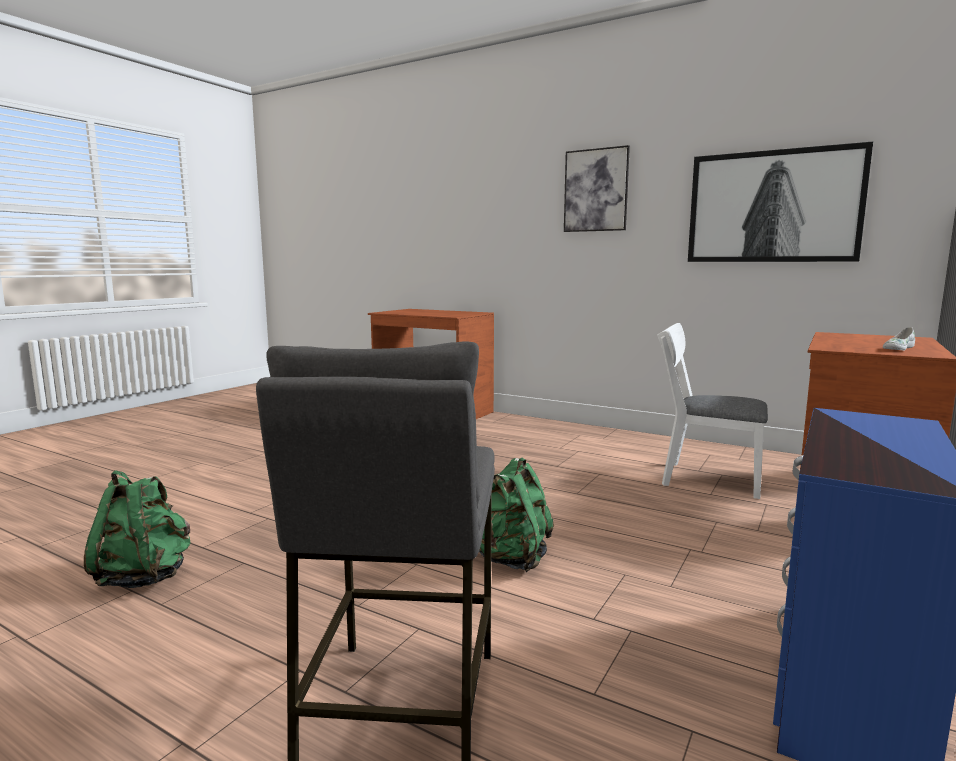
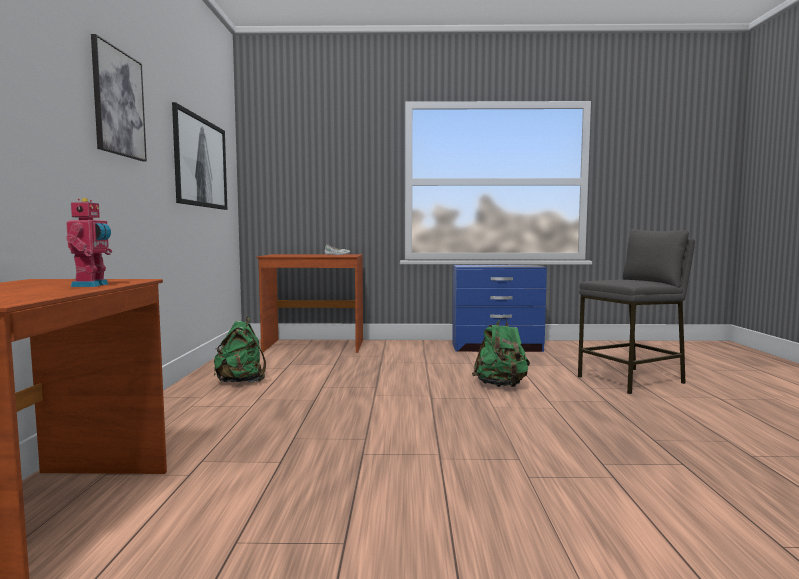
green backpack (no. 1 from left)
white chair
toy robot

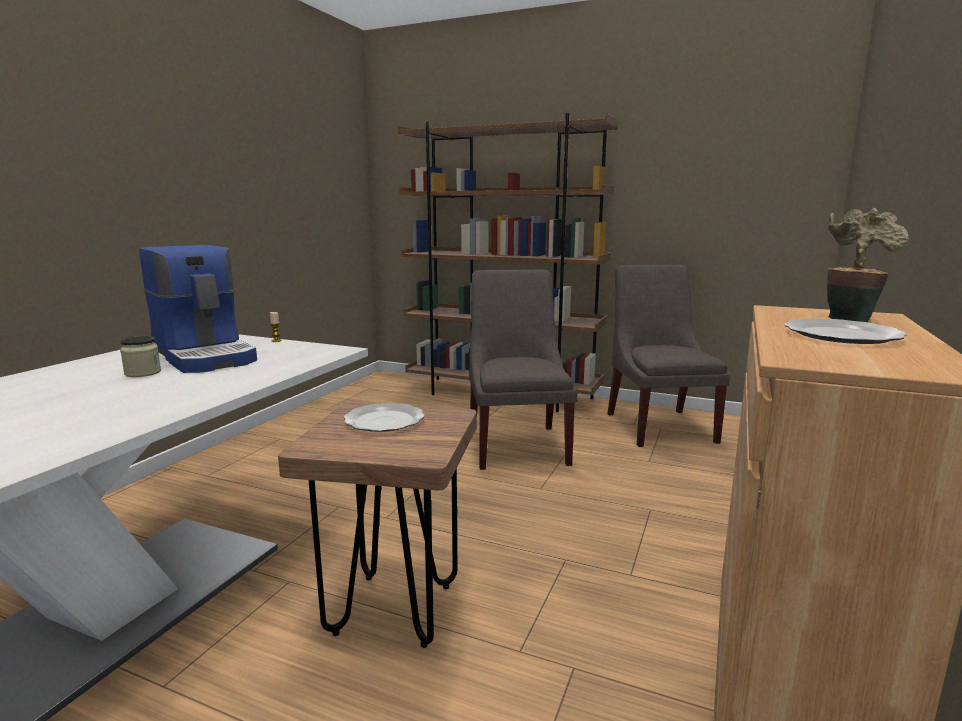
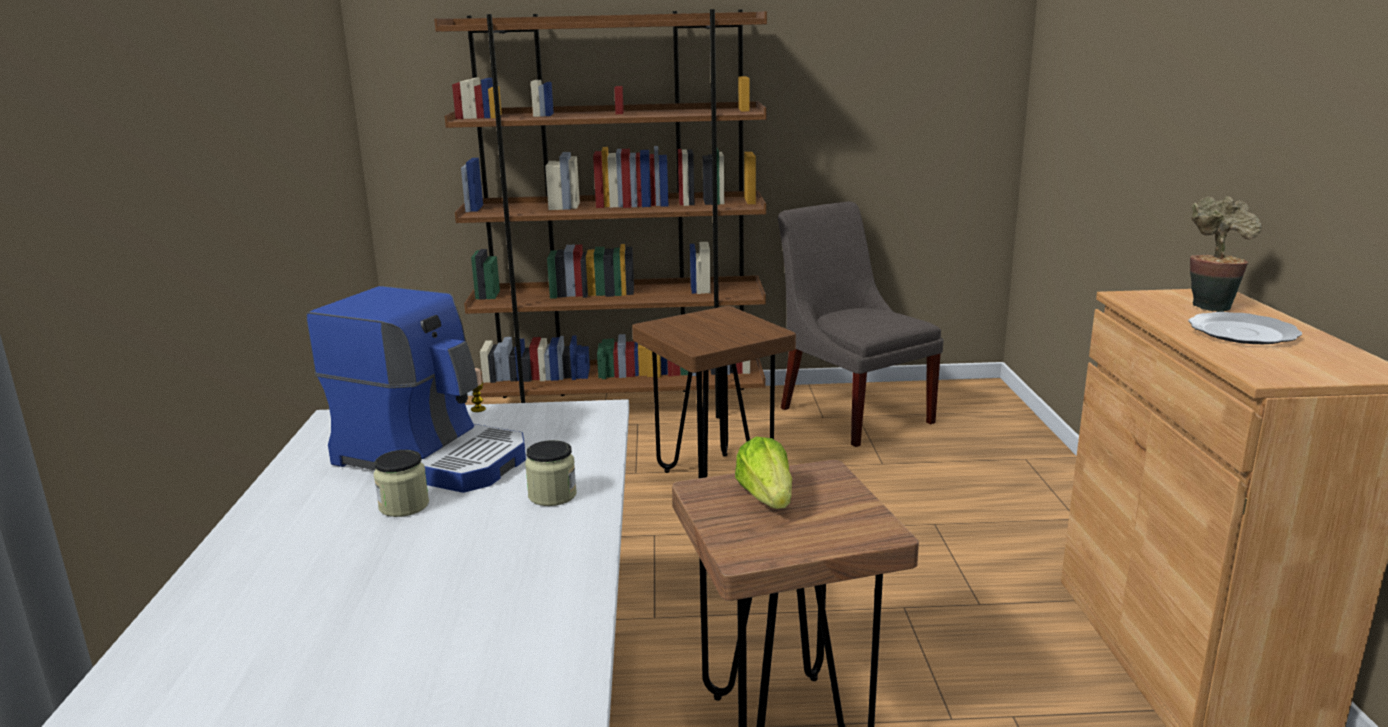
lettuce
brown stool (no. 1 from left)
jar (no. 2 from left)

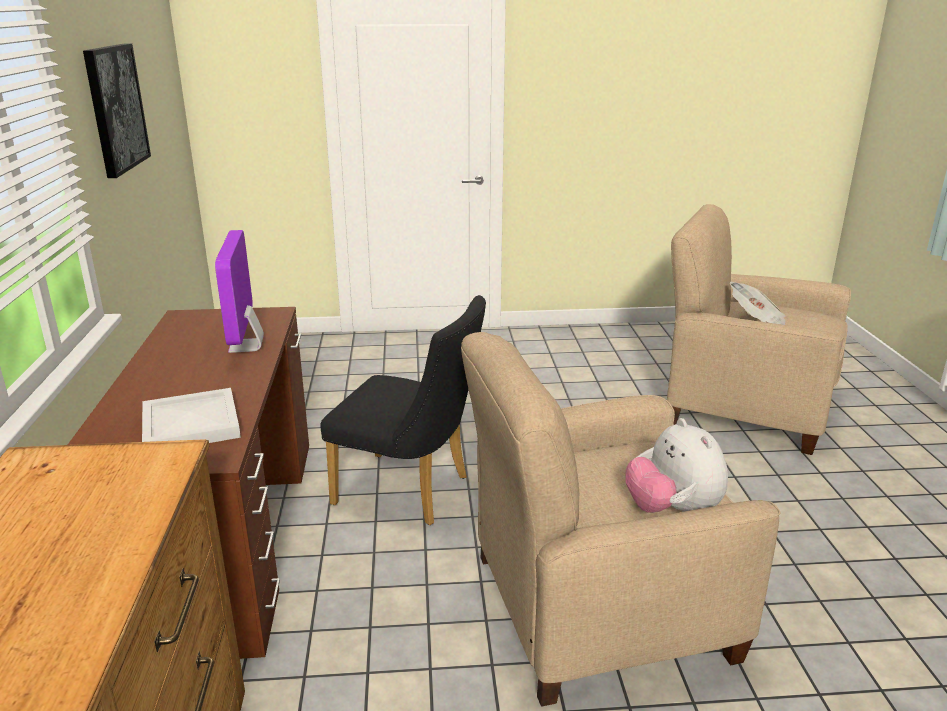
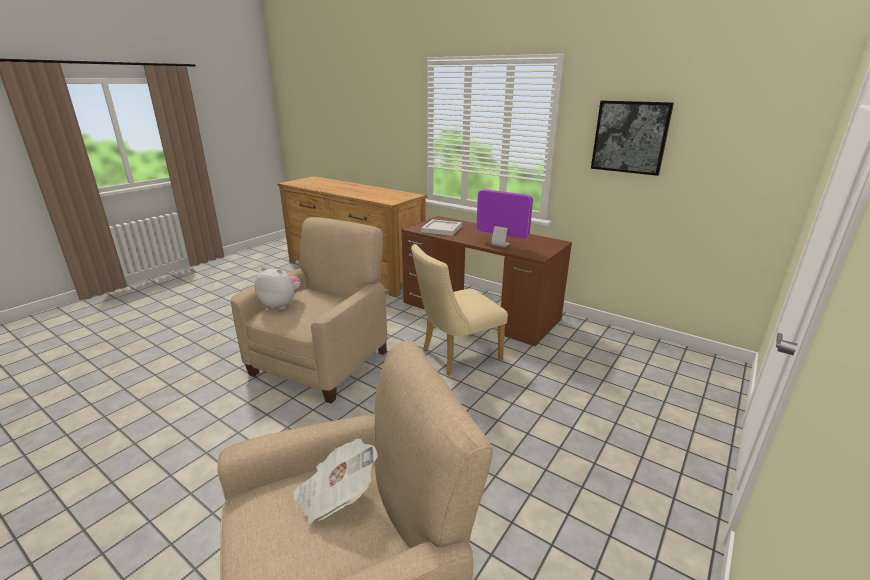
beige chair

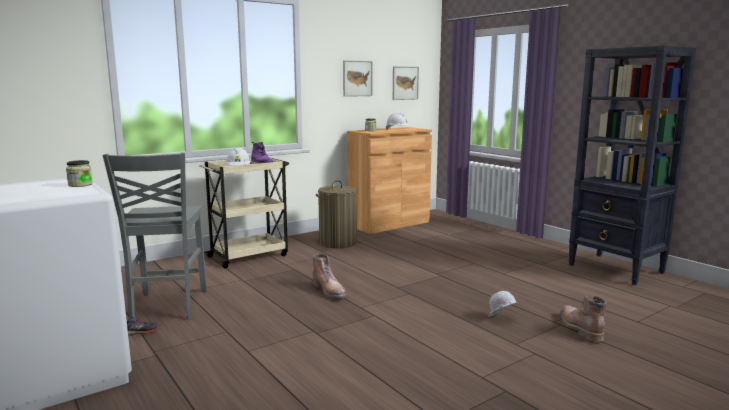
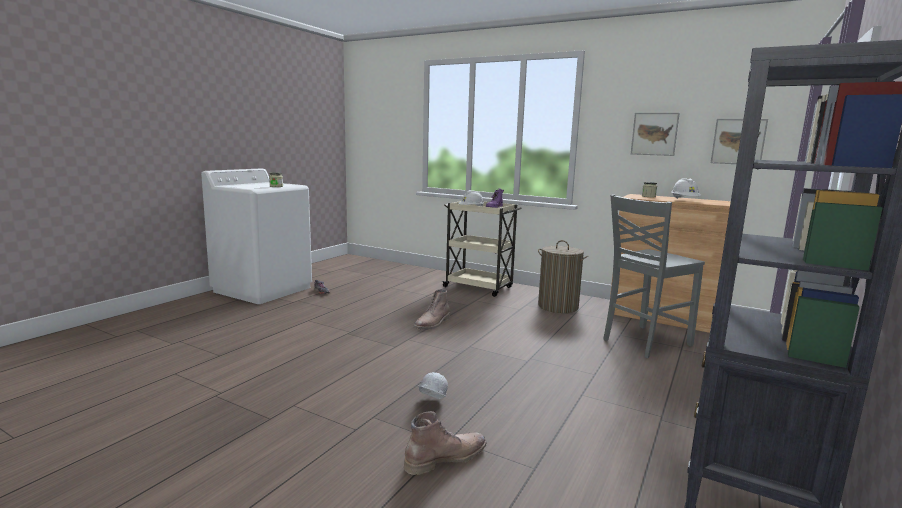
grey chair

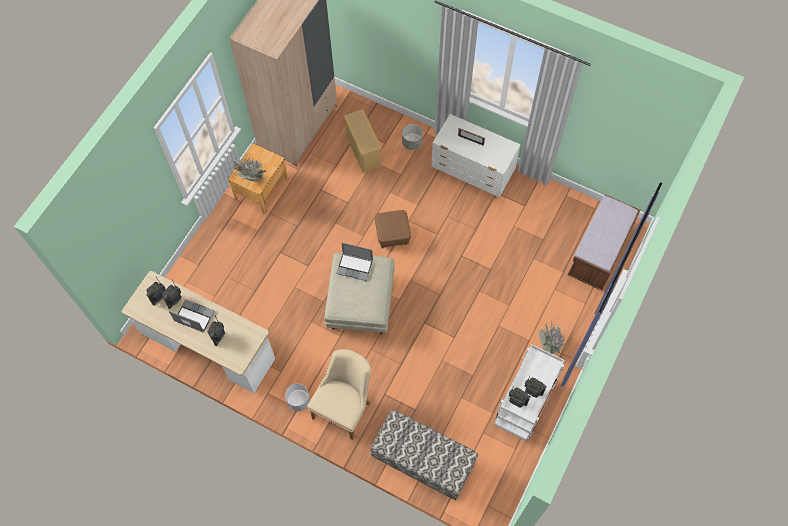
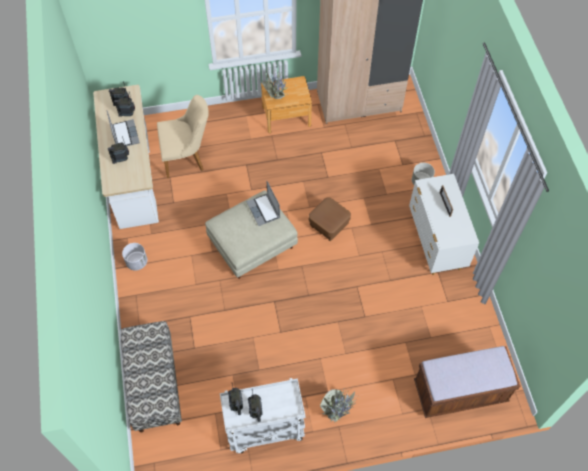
beige chair
beige storage box

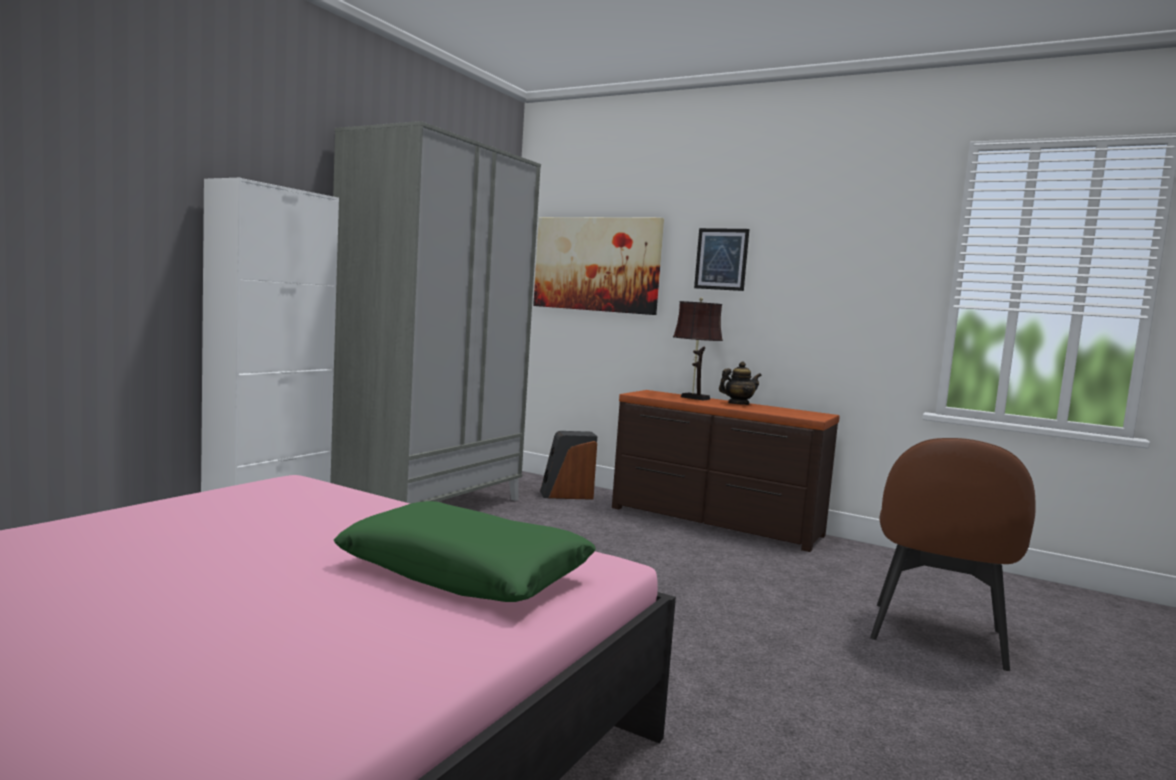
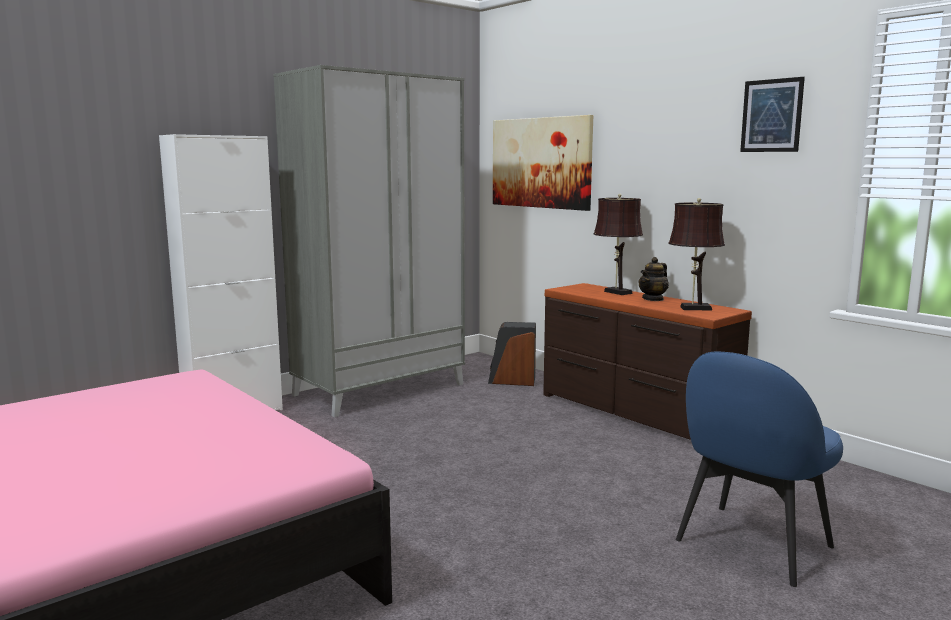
green pillow
picture (no. 2 from left)
teapot
blue chair
brown table lamp (no. 2 from left)

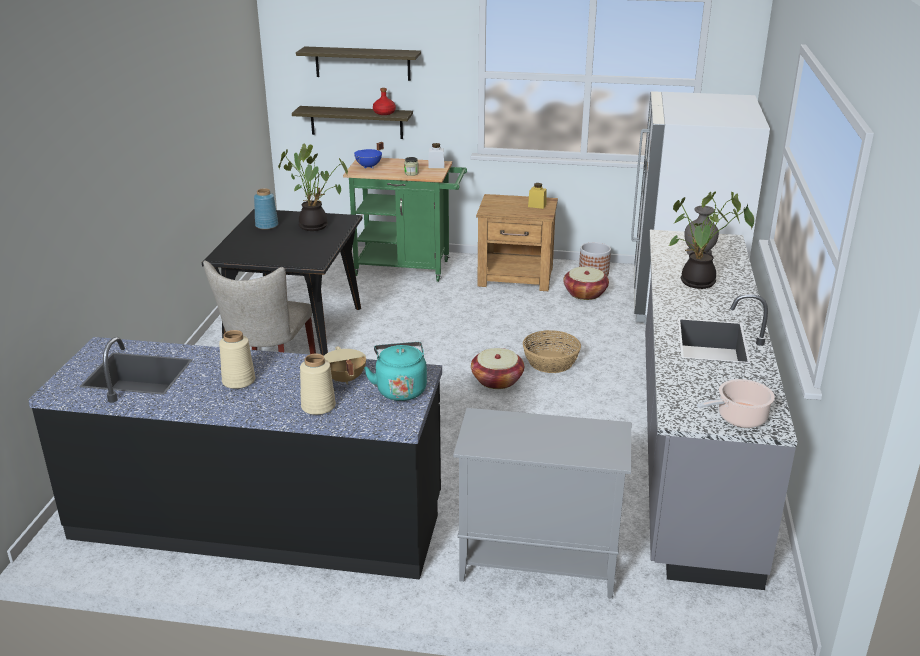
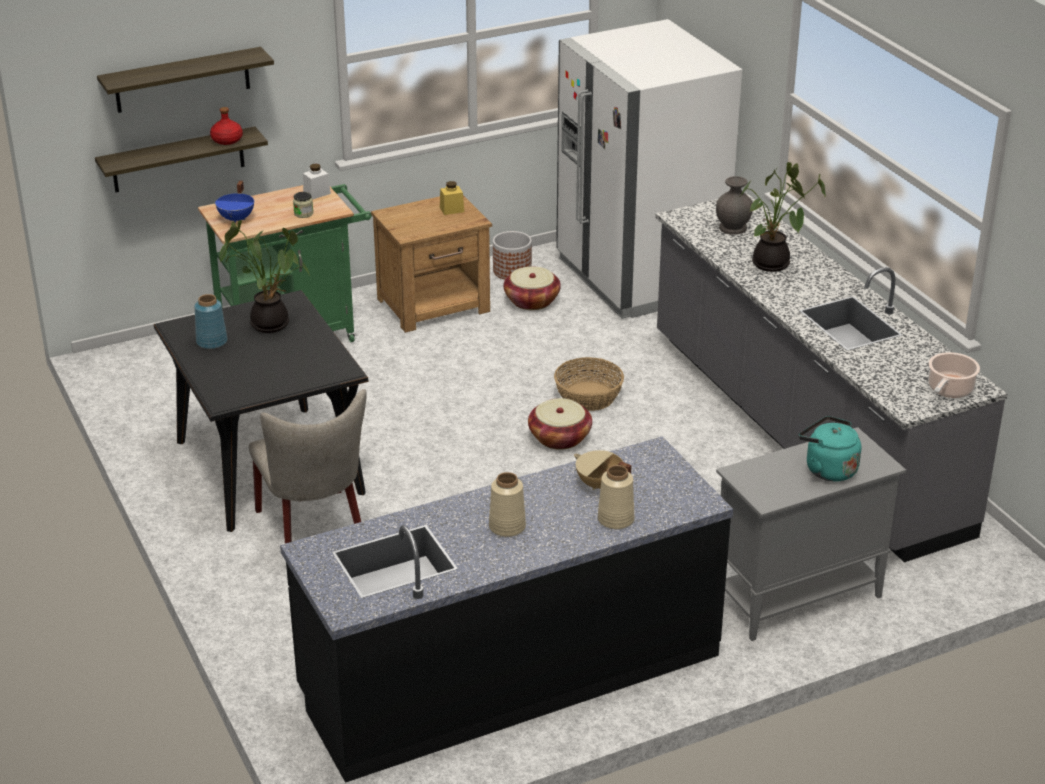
turquoise kettle

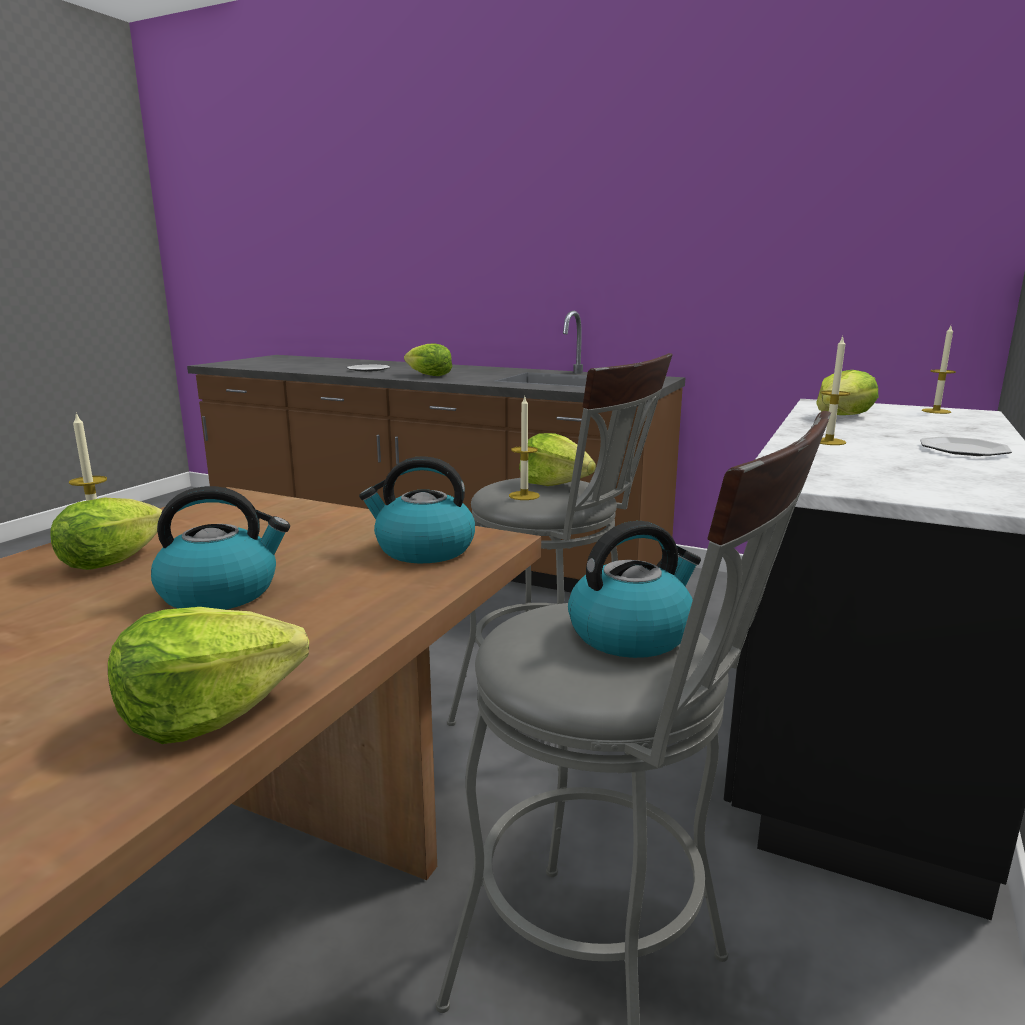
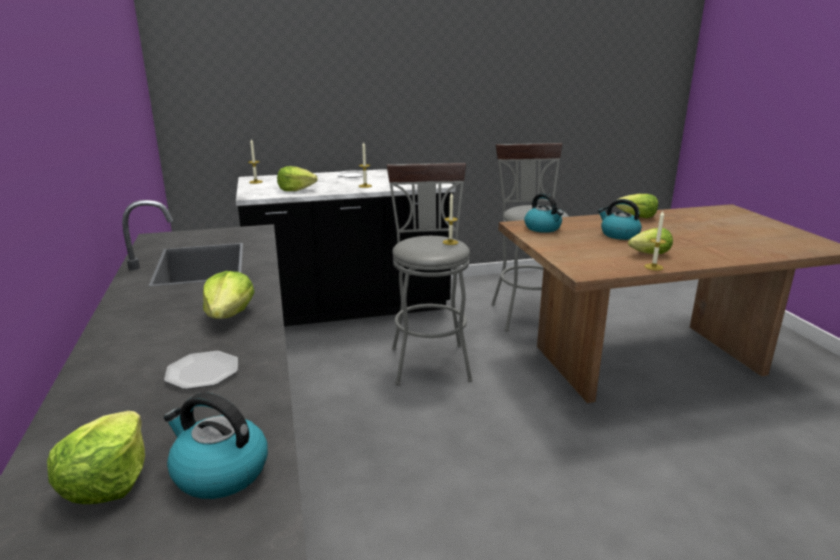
lettuce (no. 1 from left)
kettle (no. 1 from left)

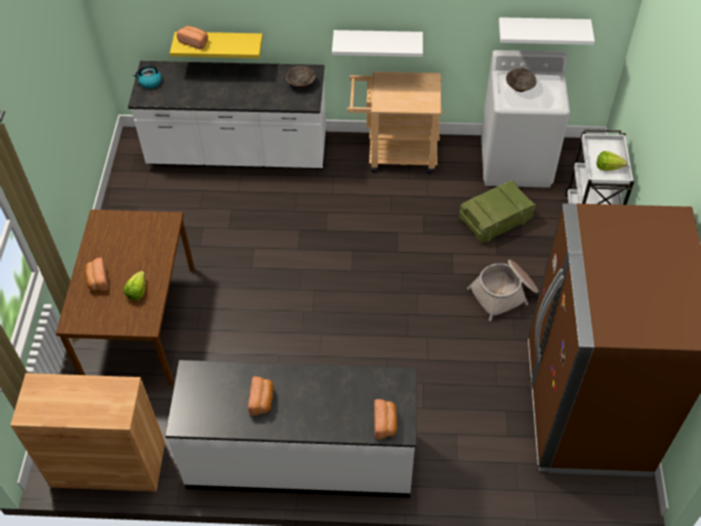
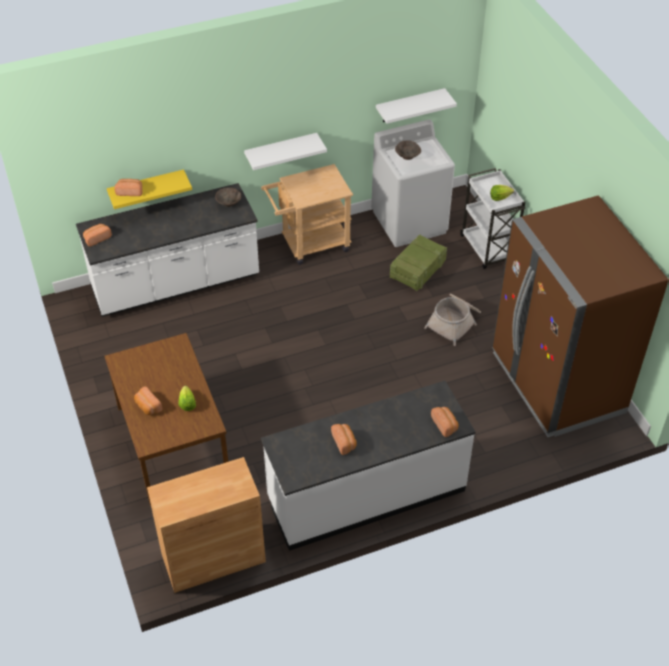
bread (no. 1 from left)

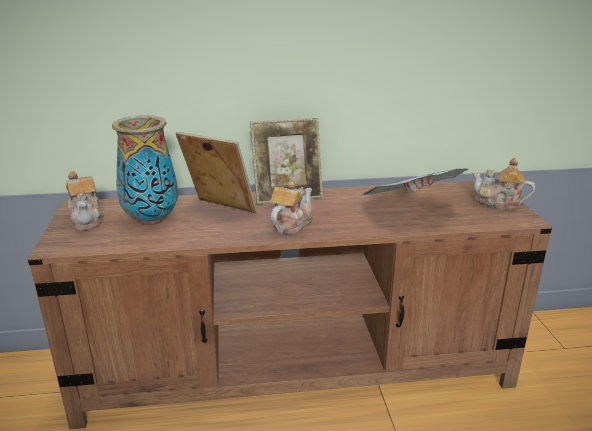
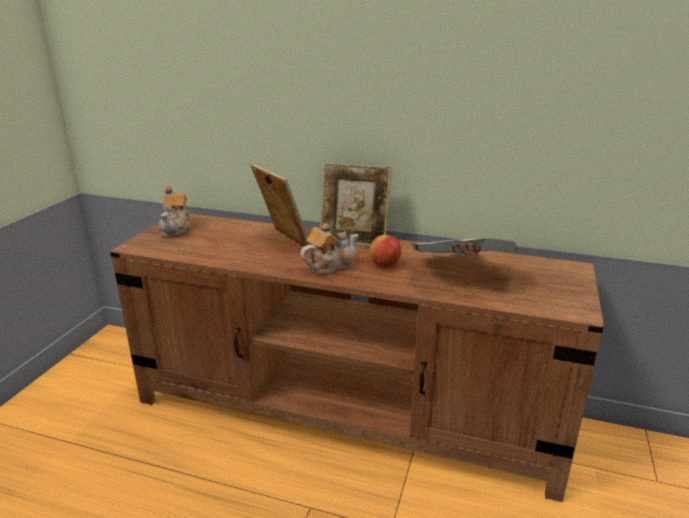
vase
teapot (no. 3 from left in the first image)
apple

